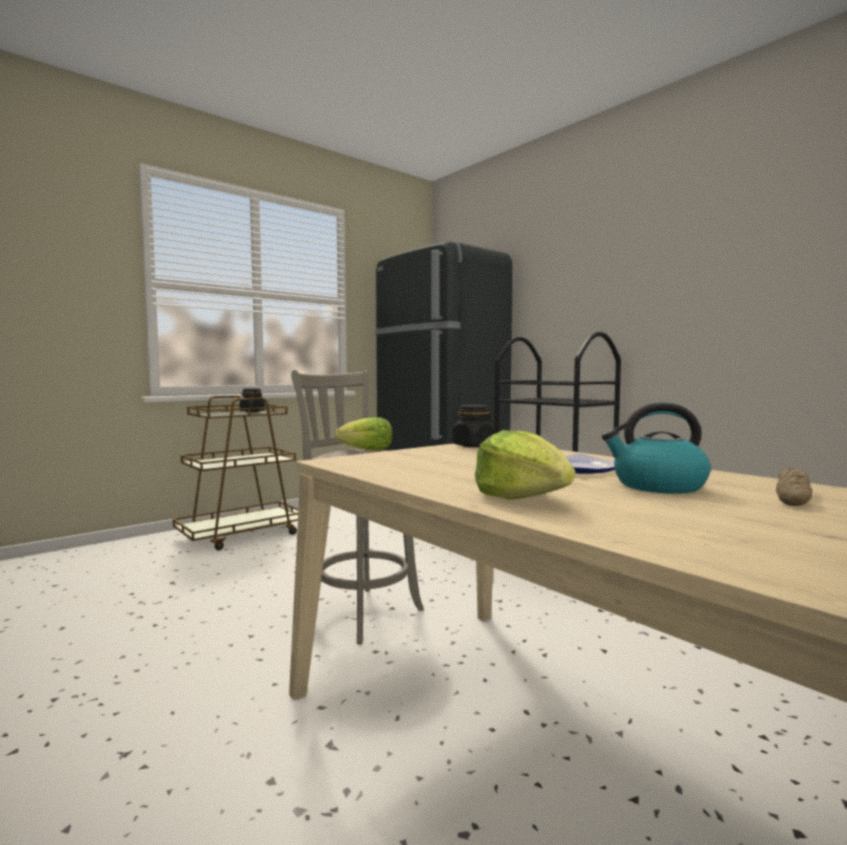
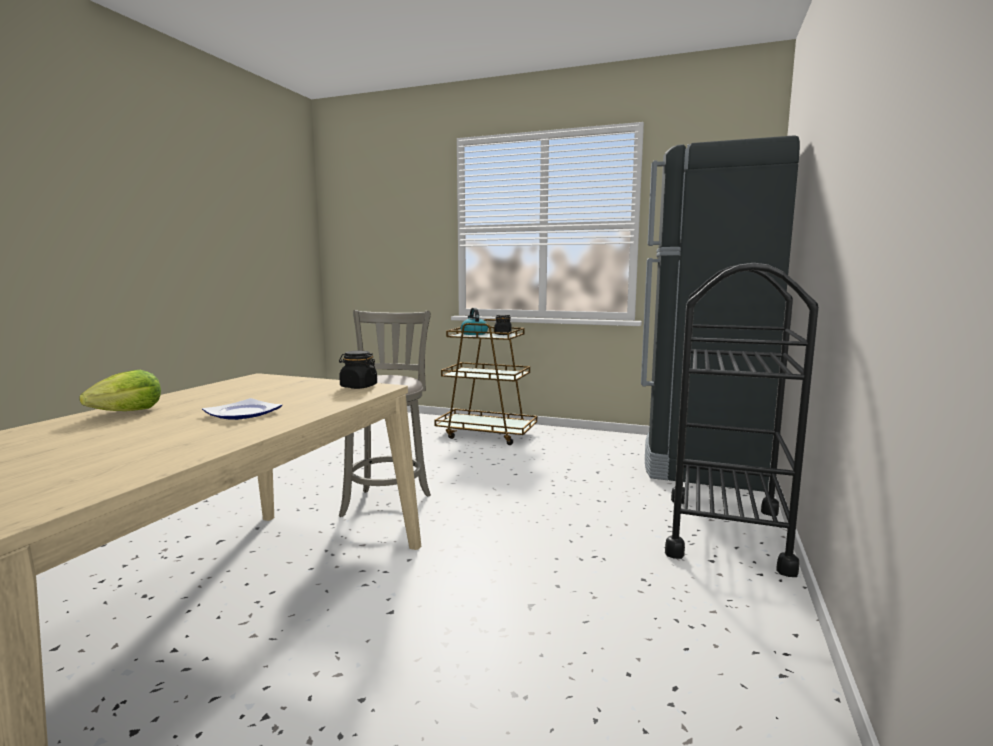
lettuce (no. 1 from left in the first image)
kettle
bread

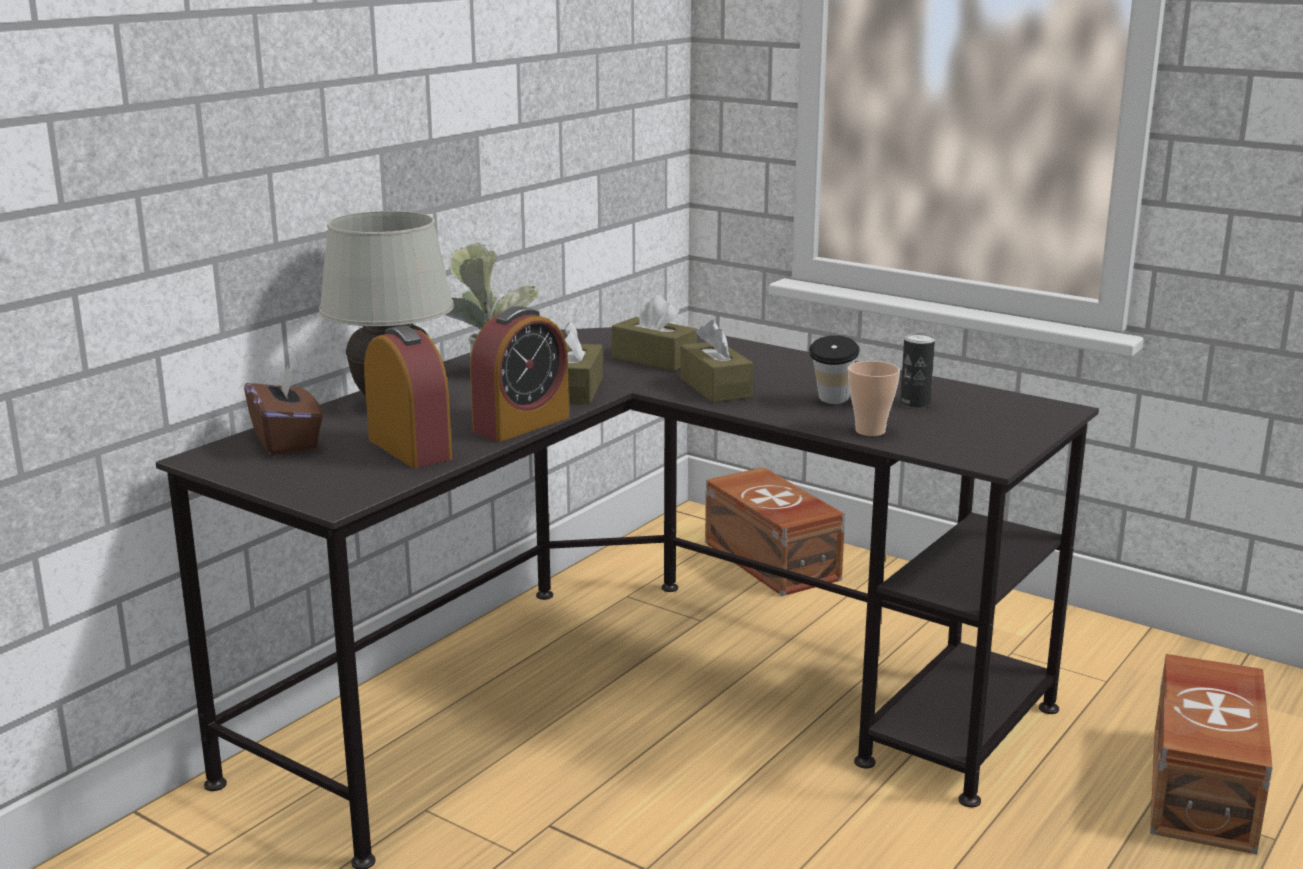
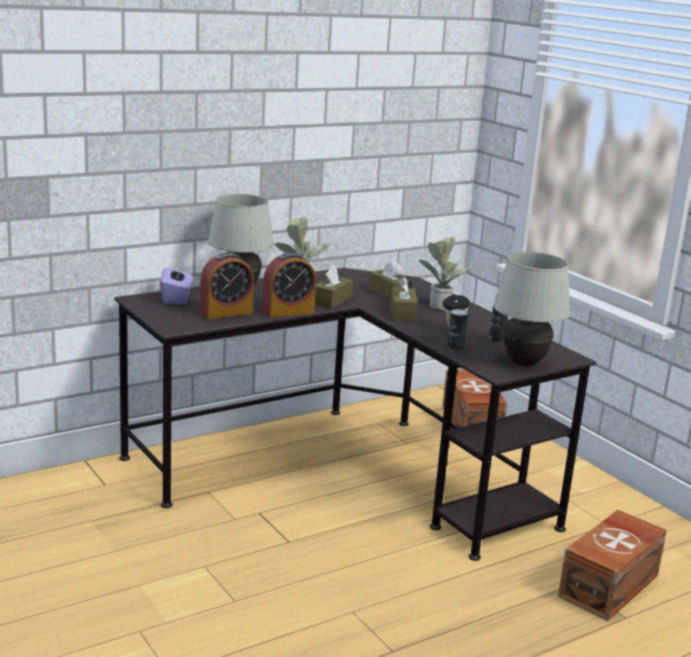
purple tissue box
alarm clock (no. 1 from left)
can (no. 1 from left)
potted plant (no. 2 from left)
white table lamp (no. 2 from left)

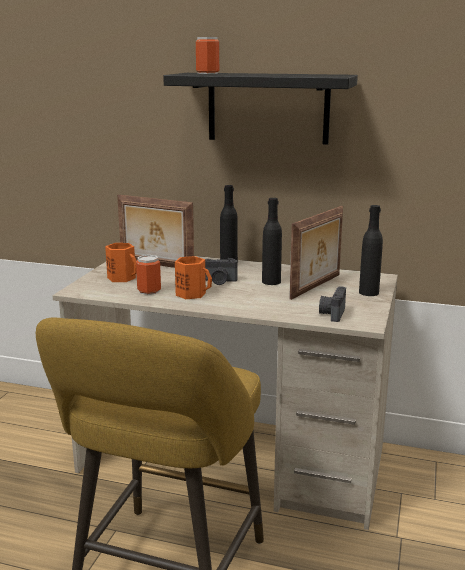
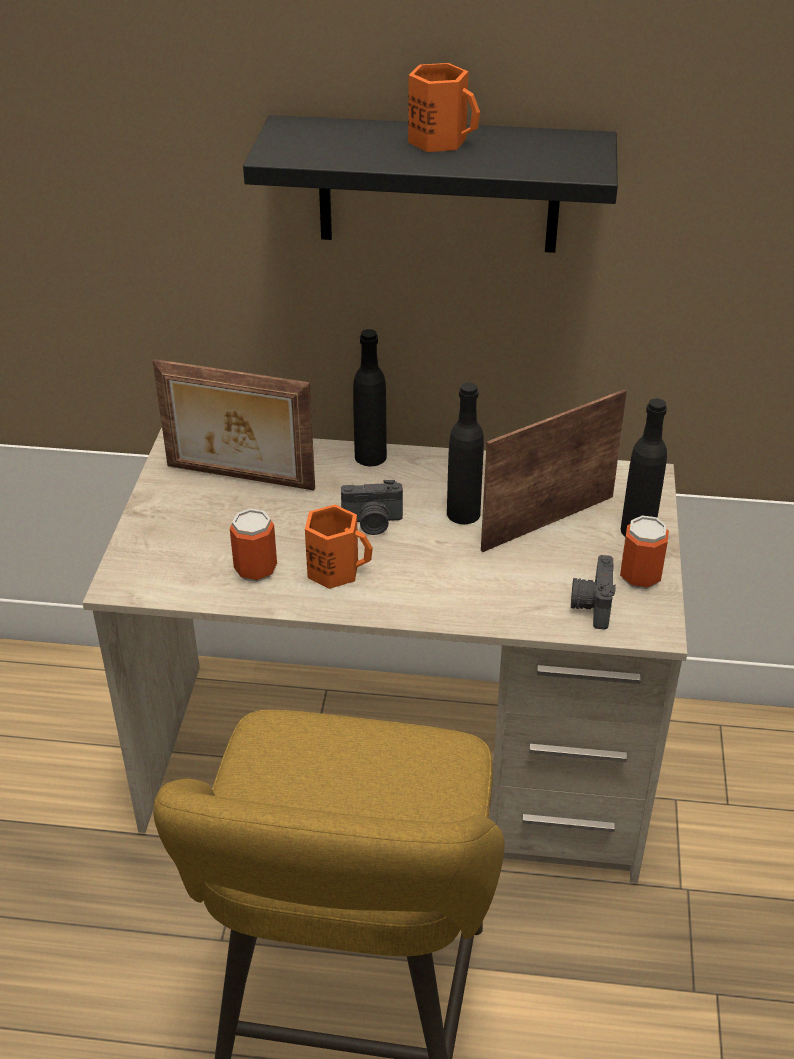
orange mug (no. 2 from left)
can (no. 2 from left)
picture frame (no. 2 from left)

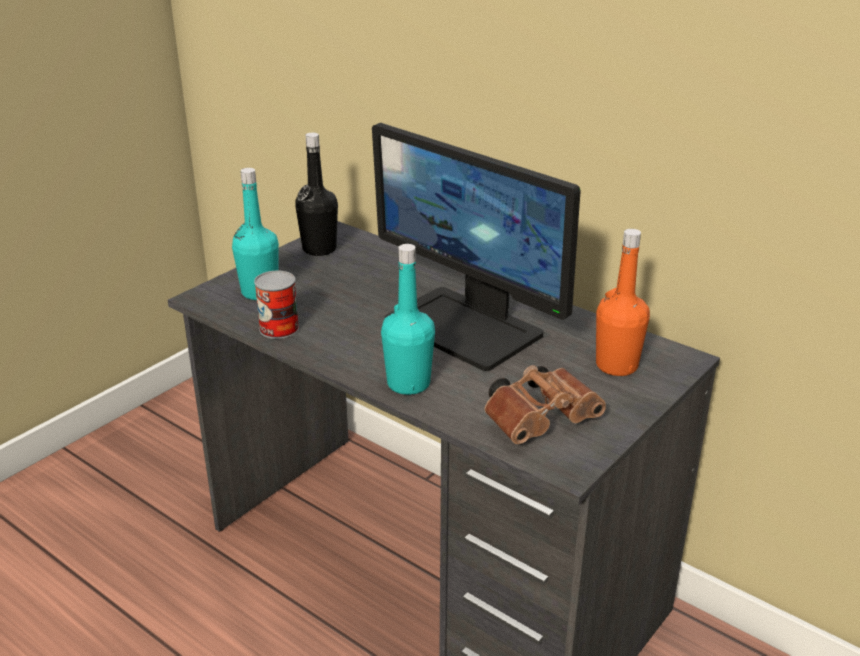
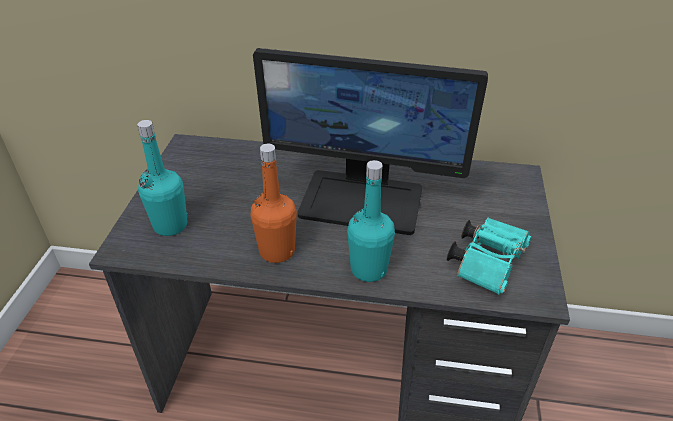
can
black bottle
turquoise binoculars
orange bottle

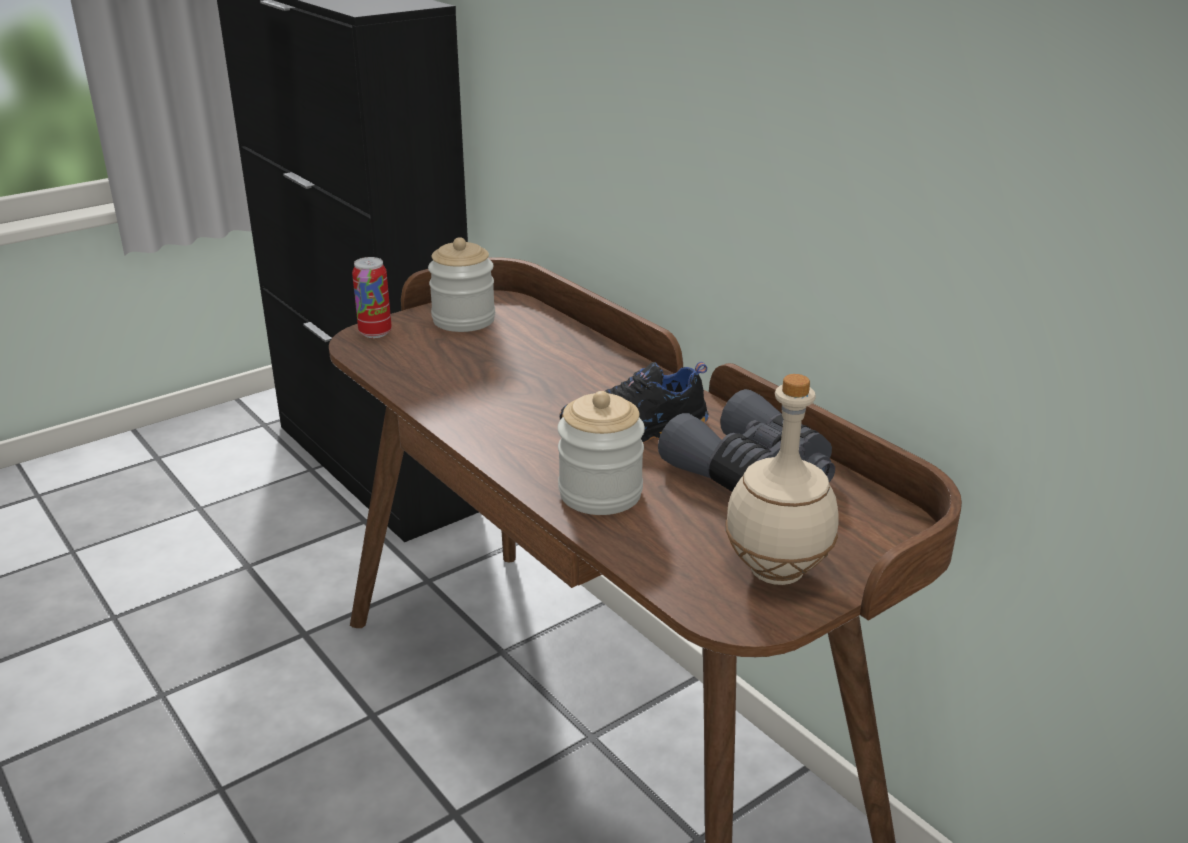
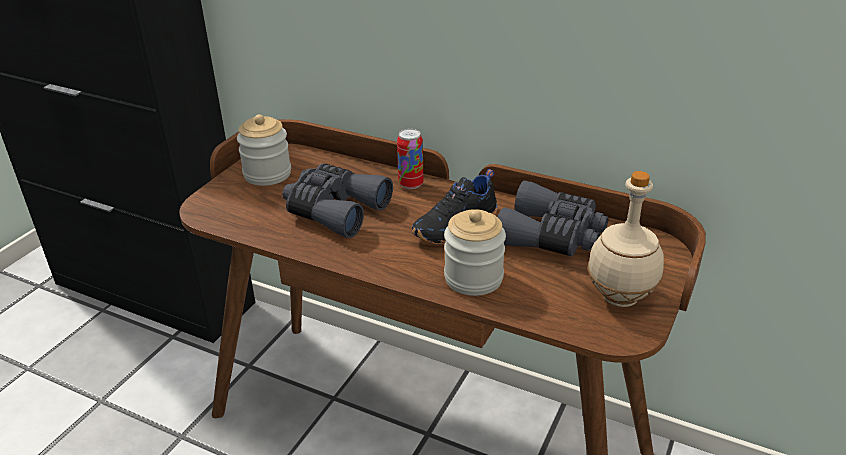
can
grey binoculars (no. 1 from left)

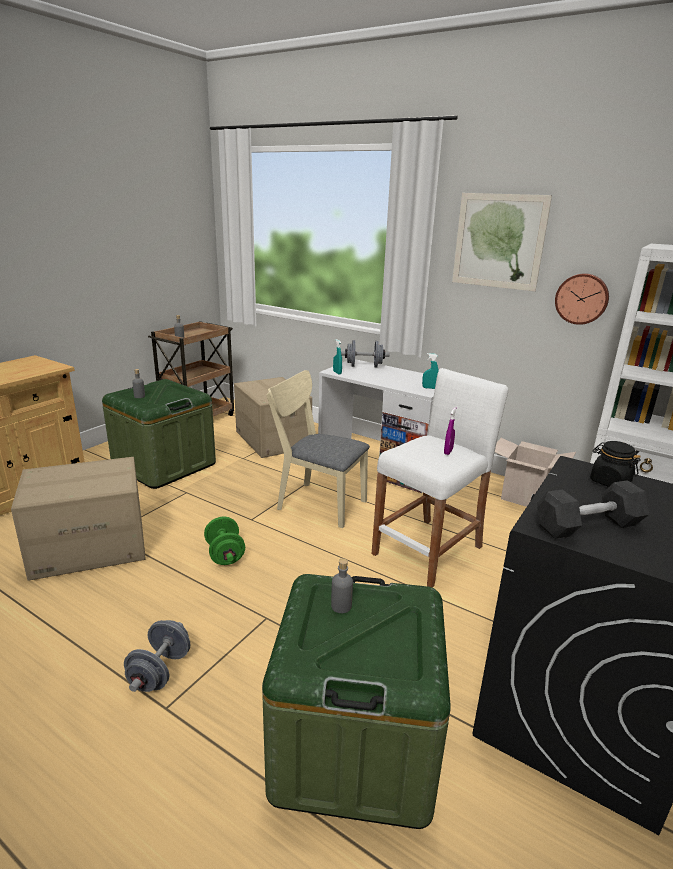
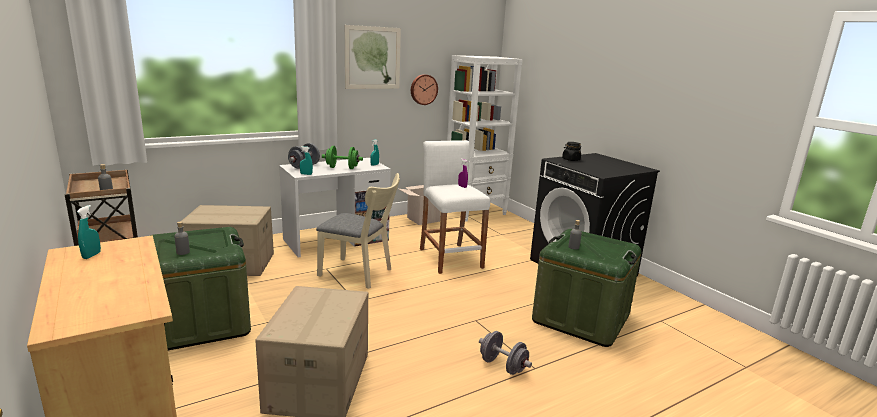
green dumbbell
beige chair
grey dumbbell (no. 3 from left in the first image)
turquoise spray bottle (no. 1 from left)

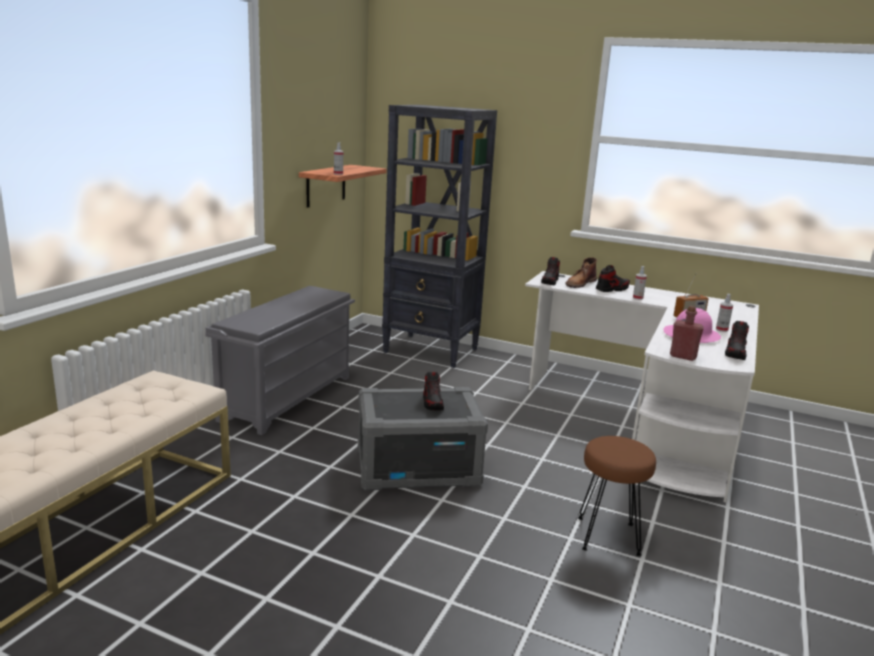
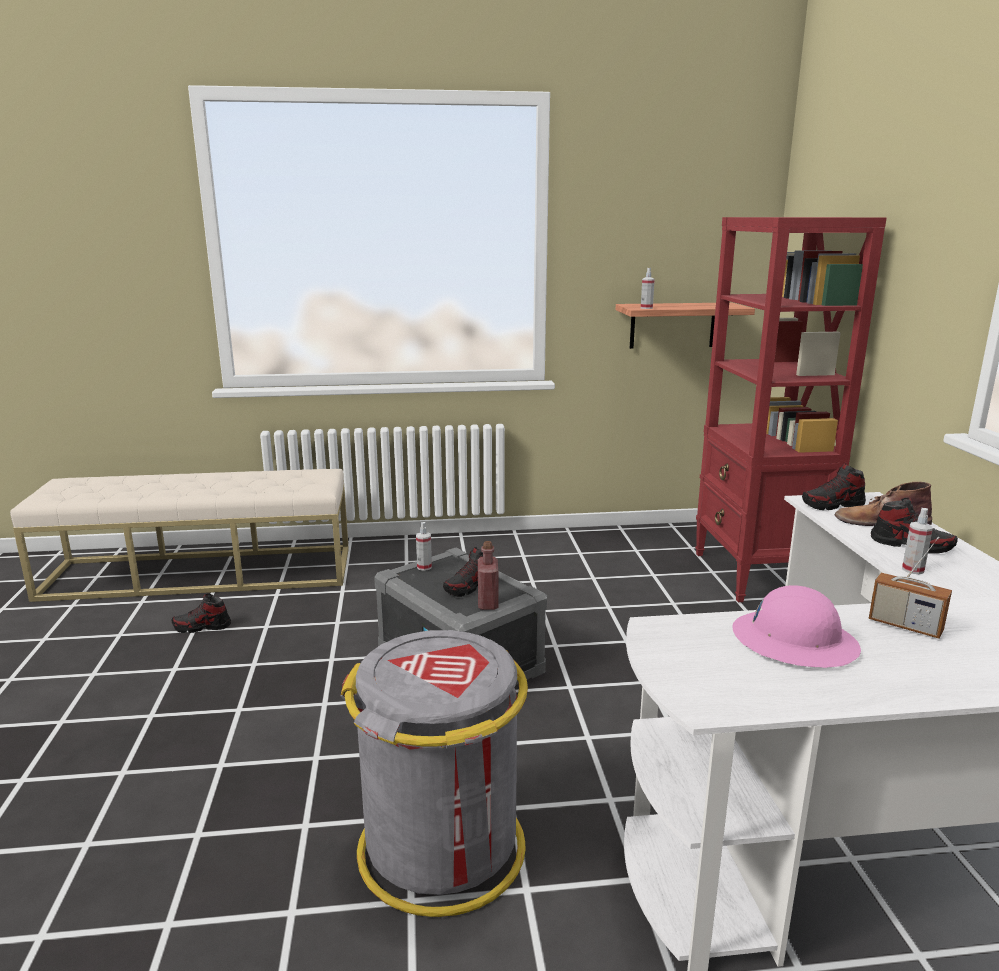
grey shoe rack
red bookcase
grey trash can
red bottle
spray bottle (no. 1 from left)
shoe (no. 1 from left)

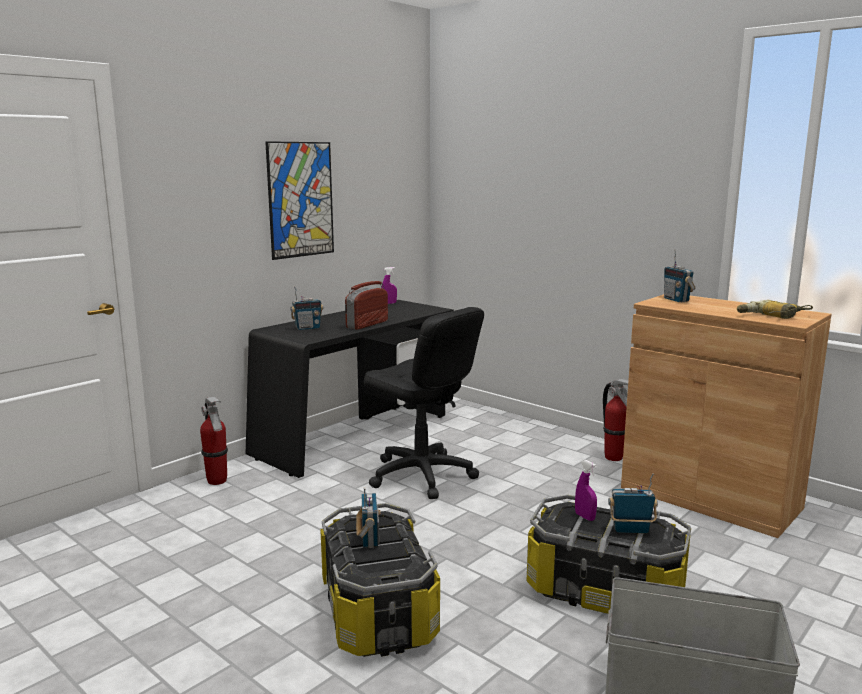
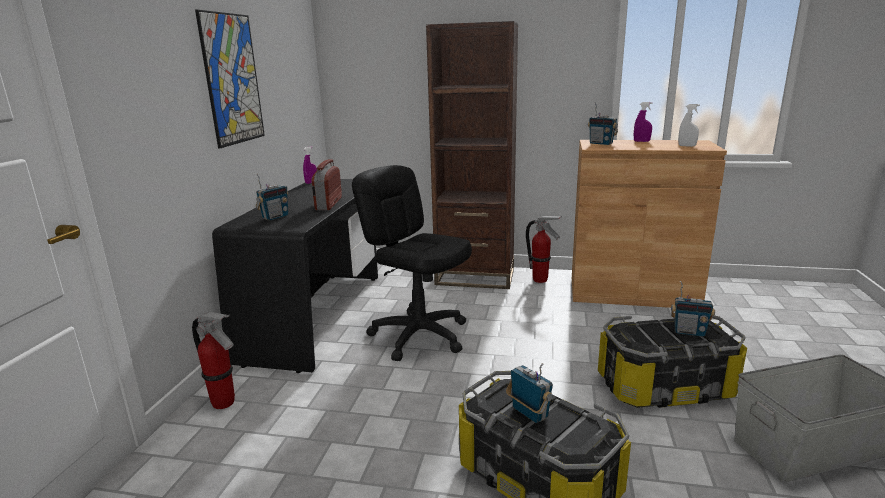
black office chair
purple spray bottle (no. 2 from left)
radio (no. 5 from left)
white spray bottle
brown bookcase

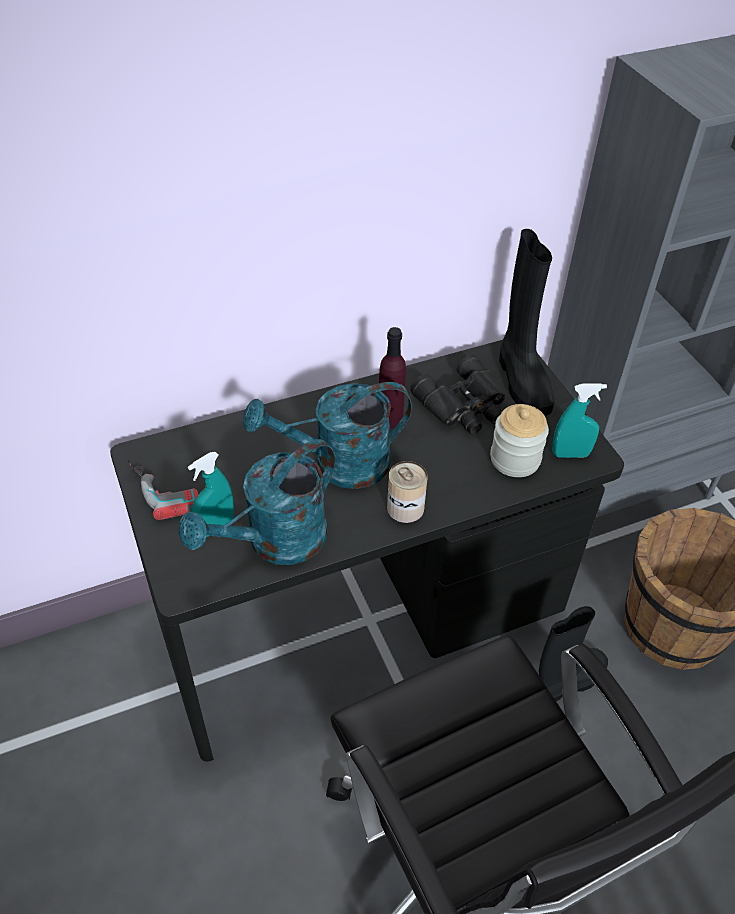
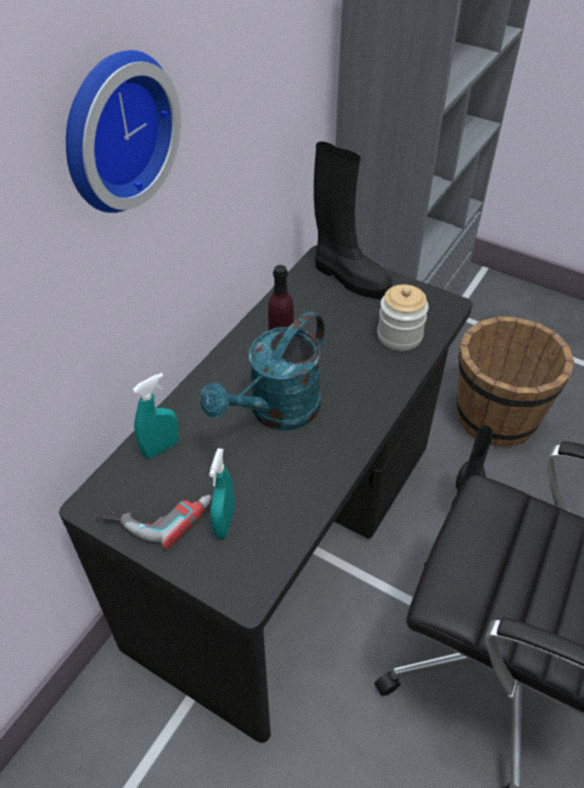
turquoise watering can (no. 1 from left in the first image)
can
black binoculars
turquoise spray bottle (no. 1 from left)
wall clock

